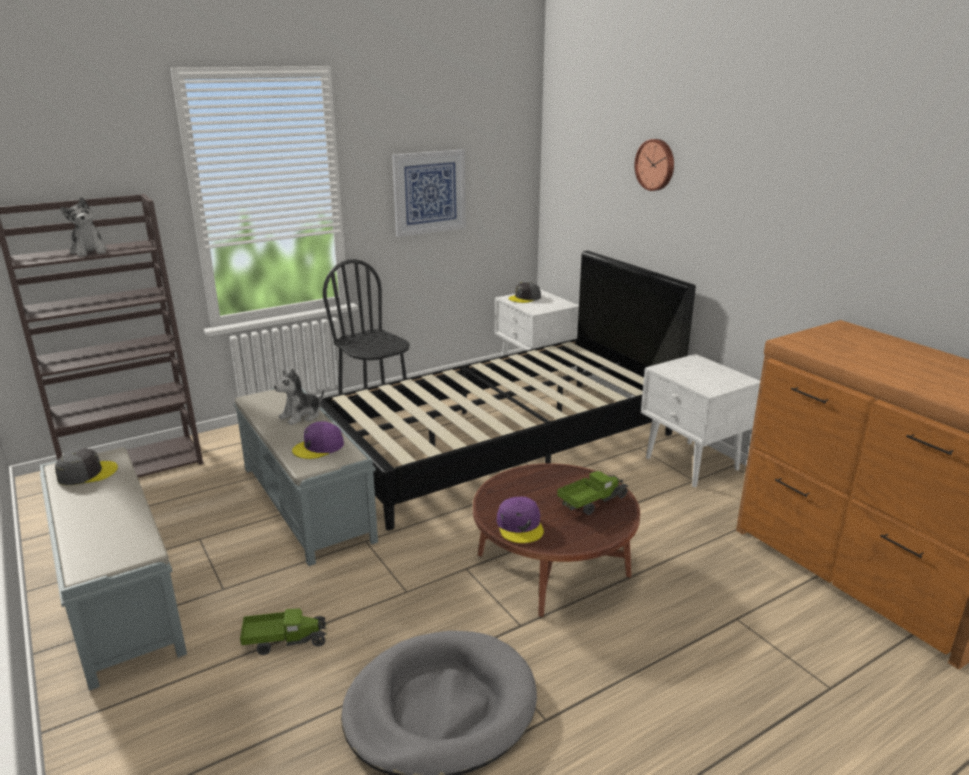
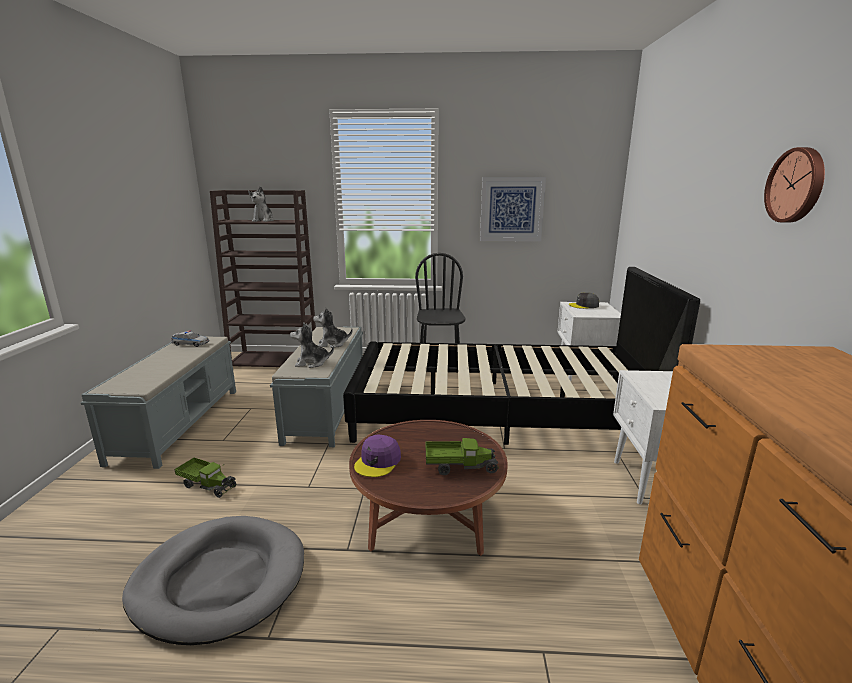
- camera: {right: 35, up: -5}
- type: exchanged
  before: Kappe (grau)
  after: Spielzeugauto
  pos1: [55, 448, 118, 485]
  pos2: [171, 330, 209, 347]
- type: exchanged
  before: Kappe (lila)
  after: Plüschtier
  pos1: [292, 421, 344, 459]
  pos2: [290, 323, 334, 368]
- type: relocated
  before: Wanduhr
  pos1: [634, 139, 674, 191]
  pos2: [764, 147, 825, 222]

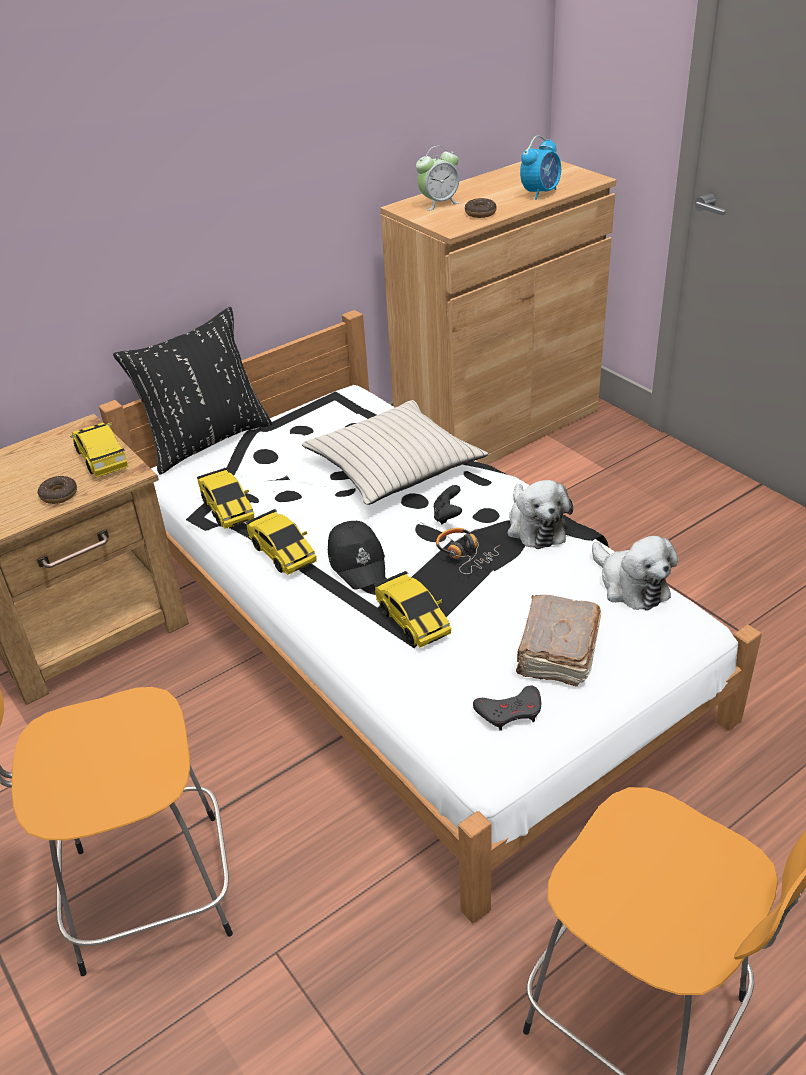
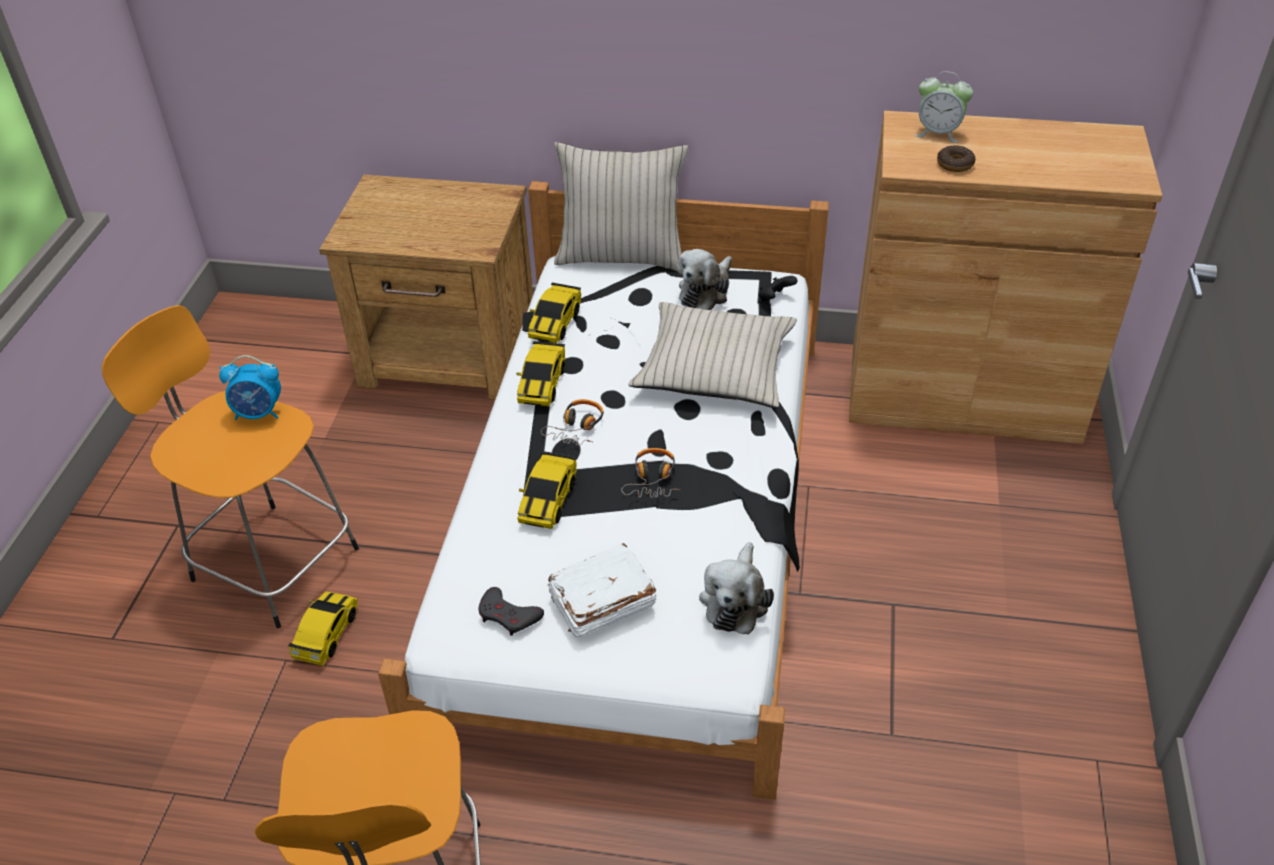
- camera: {right: 45, up: 5}
- type: missing
  before: Donut
  pos1: [38, 476, 77, 504]
- type: relocated
  before: Spielzeugauto
  pos1: [70, 422, 128, 478]
  pos2: [288, 591, 358, 666]
- type: colour
  before: Kissen (schwarz)
  after: Kissen (beige)
  pos1: [113, 307, 272, 475]
  pos2: [554, 142, 688, 271]
- type: exchanged
  before: Kappe (schwarz)
  after: Kopfhörer
  pos1: [328, 521, 385, 590]
  pos2: [541, 399, 604, 445]
- type: relocated
  before: Gamepad (schwarz)
  pos1: [434, 485, 462, 524]
  pos2: [758, 276, 798, 301]
- type: relocated
  before: Plüschtier
  pos1: [508, 480, 573, 549]
  pos2: [677, 249, 732, 310]
- type: colour
  before: Buch (braun)
  after: Buch (weiß)
  pos1: [516, 595, 601, 687]
  pos2: [547, 543, 656, 638]
- type: relocated
  before: Wecker
  pos1: [520, 135, 561, 200]
  pos2: [219, 355, 281, 420]

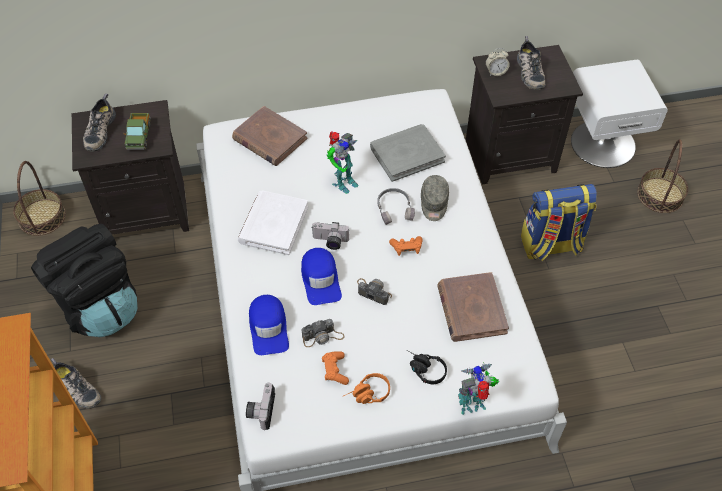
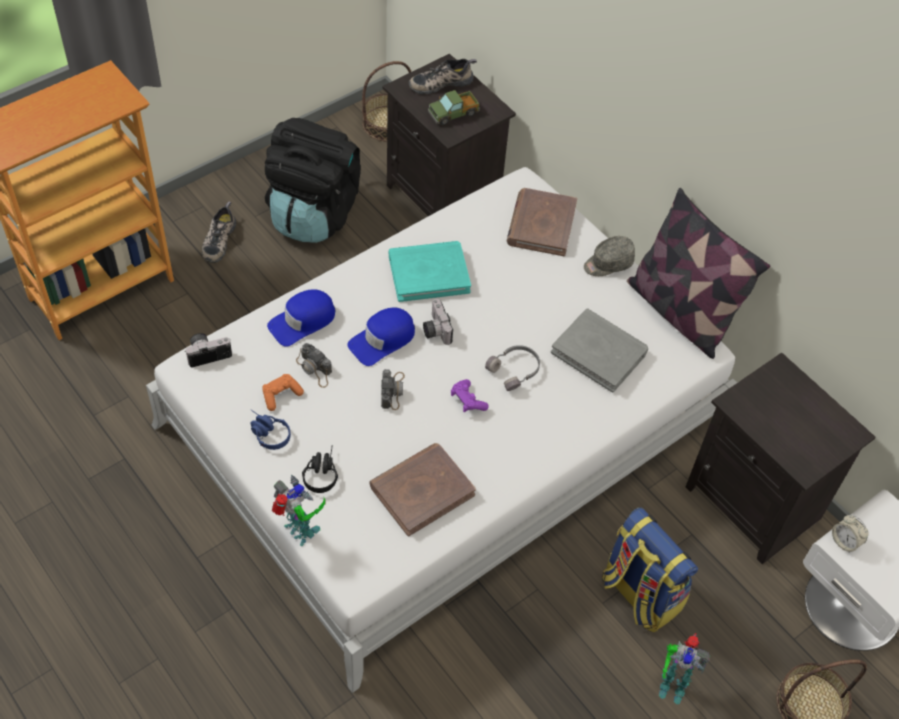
- camera: {right: 60, up: 0}
- type: colour
  before: Buch (weiß)
  after: Buch (türkis)
  pos1: [237, 190, 308, 255]
  pos2: [389, 241, 471, 302]
- type: relocated
  before: Spielzeugroboter
  pos1: [326, 131, 358, 194]
  pos2: [659, 633, 710, 704]
- type: colour
  before: Kopfhörer (orange)
  after: Kopfhörer (blau)
  pos1: [343, 373, 390, 404]
  pos2: [250, 410, 291, 450]
- type: colour
  before: Gamepad (orange)
  after: Gamepad (lila)
  pos1: [389, 236, 423, 256]
  pos2: [451, 379, 489, 412]
- type: relocated
  before: Kappe (grau)
  pos1: [421, 175, 449, 221]
  pos2: [584, 236, 635, 276]
- type: relocated
  before: Wecker
  pos1: [486, 48, 510, 76]
  pos2: [832, 515, 869, 553]
- type: missing
  before: Schuh
  pos1: [517, 36, 545, 90]
- type: appeared
  after: Kissen
  pos2: [627, 188, 770, 359]

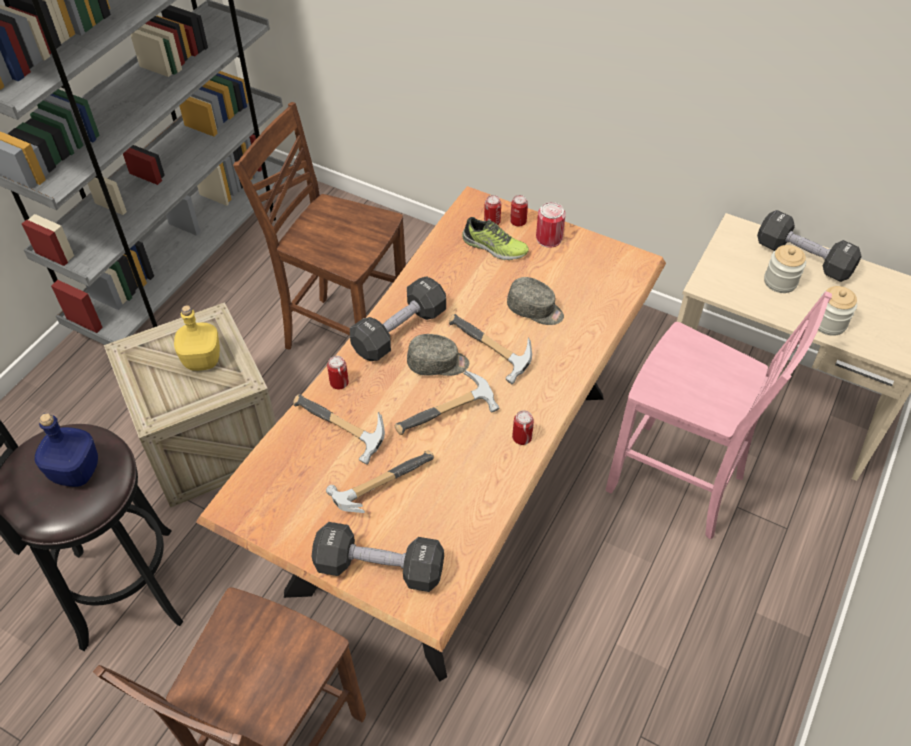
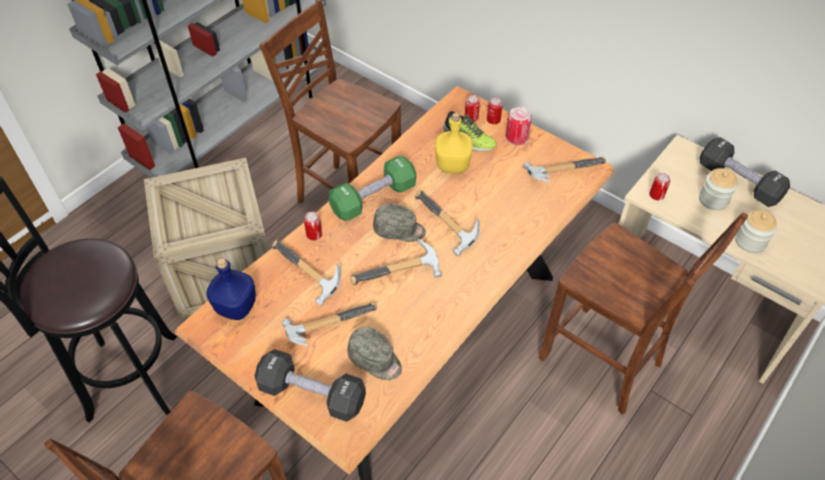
- camera: {right: 10, up: 0}
- type: relocated
  before: Flasche (blau)
  pos1: [35, 413, 98, 487]
  pos2: [206, 258, 256, 320]
- type: relocated
  before: Flasche (gelb)
  pos1: [174, 305, 220, 371]
  pos2: [435, 113, 473, 174]
- type: colour
  before: Hantel (schwarz)
  after: Hantel (grün)
  pos1: [350, 276, 446, 361]
  pos2: [329, 156, 416, 221]
- type: relocated
  before: Kappe (grau)
  pos1: [507, 277, 564, 325]
  pos2: [348, 327, 402, 380]
- type: relocated
  before: Dose
  pos1: [512, 410, 534, 445]
  pos2: [649, 173, 670, 200]
- type: colour
  before: Stuhl (rosa)
  after: Stuhl (braun)
  pos1: [606, 291, 832, 539]
  pos2: [539, 212, 748, 414]
- type: appeared
  after: Hammer
  pos2: [524, 157, 606, 182]

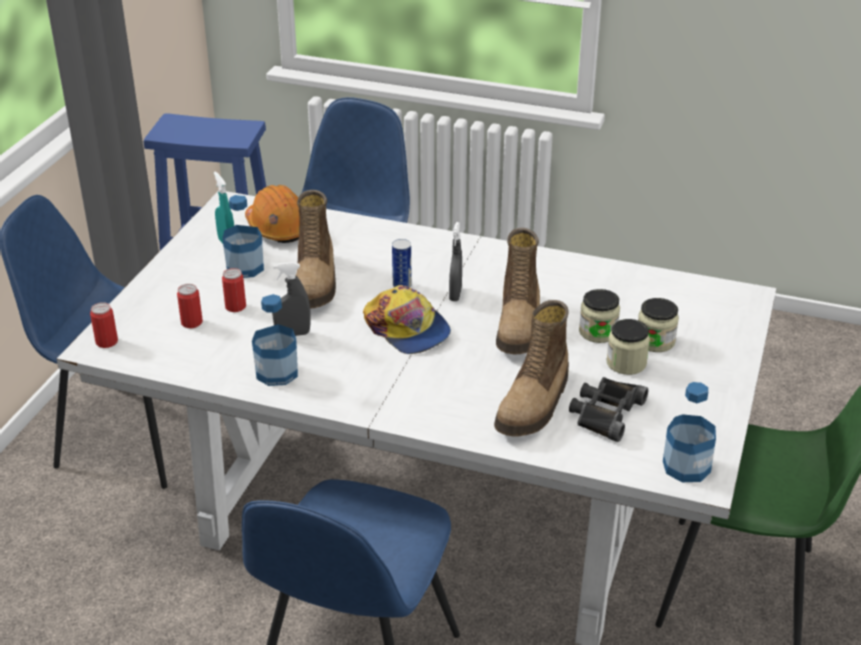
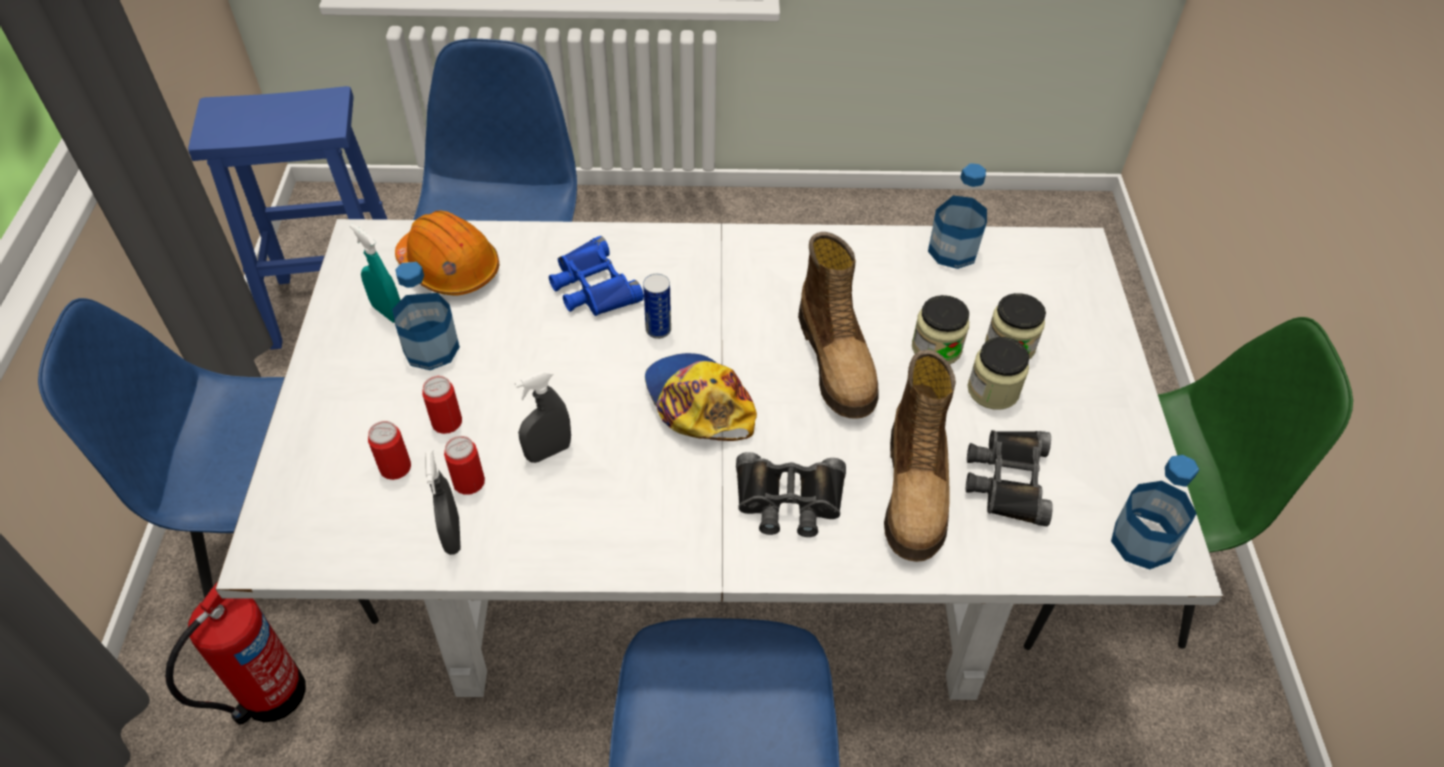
- camera: {right: -20, up: 15}
- type: relocated
  before: Dose
  pos1: [90, 302, 118, 348]
  pos2: [444, 436, 485, 495]
- type: relocated
  before: Flasche
  pos1: [252, 294, 298, 386]
  pos2: [928, 163, 987, 269]
- type: missing
  before: Stiefel
  pos1: [296, 190, 336, 309]
- type: spun
  before: Kappe
  pos1: [363, 285, 451, 354]
  pos2: [645, 353, 757, 441]
  turn: -150
- type: relocated
  before: Sprühflasche (grau)
  pos1: [449, 222, 462, 301]
  pos2: [425, 450, 461, 555]
- type: appeared
  after: Feuerlöscher
  pos2: [165, 581, 306, 724]
- type: appeared
  after: Fernglas (blau)
  pos2: [549, 236, 644, 316]
- type: appeared
  after: Fernglas (schwarz)
  pos2: [736, 452, 846, 537]

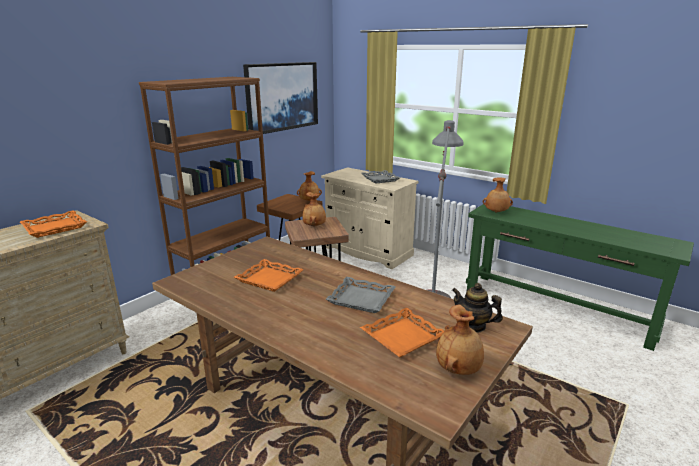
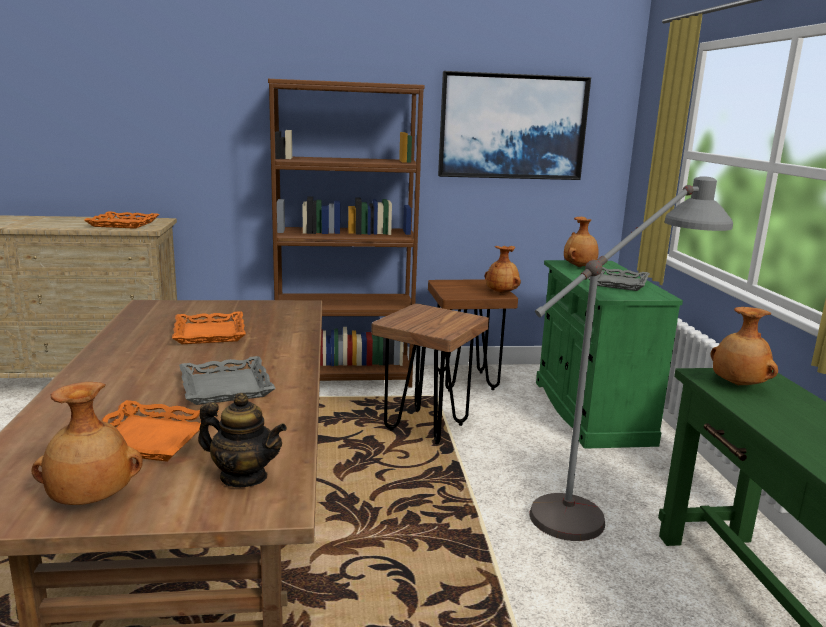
- camera: {right: 45, up: -5}
- type: relocated
  before: Vase (braun)
  pos1: [302, 192, 326, 226]
  pos2: [564, 217, 599, 267]
- type: colour
  before: Schrank (beige)
  after: Schrank (grün)
  pos1: [321, 167, 419, 269]
  pos2: [536, 260, 683, 448]
- type: spun
  before: Teekanne
  pos1: [452, 283, 503, 333]
  pos2: [198, 393, 287, 487]
  turn: 120

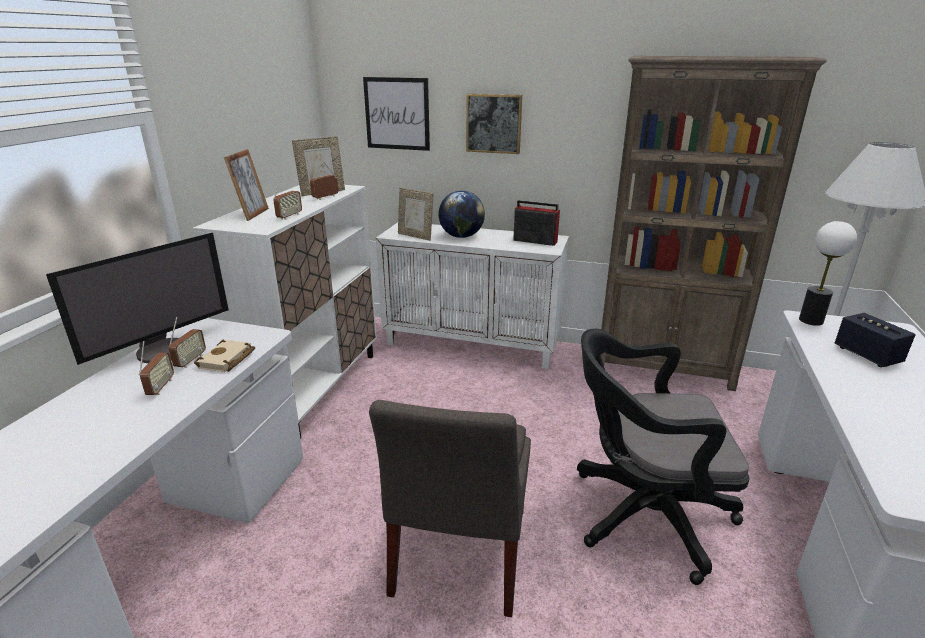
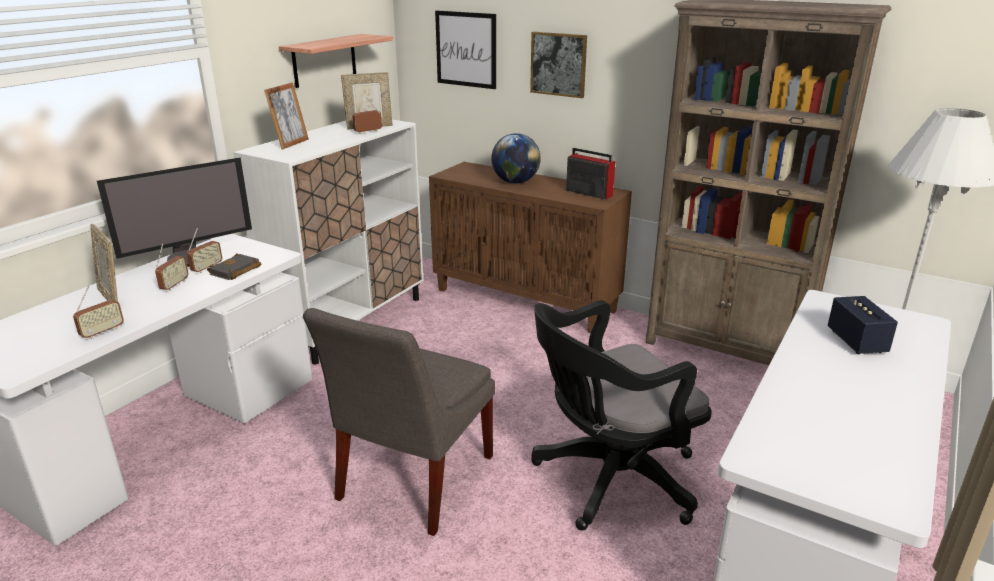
- camera: {right: 15, up: 0}
- type: colour
  before: Buch (beige)
  after: Buch (schwarz)
  pos1: [194, 340, 255, 372]
  pos2: [207, 254, 261, 280]
- type: relocated
  before: Radio
  pos1: [273, 176, 302, 220]
  pos2: [73, 285, 124, 339]
- type: colour
  before: Schrank (weiß)
  after: Schrank (braun)
  pos1: [376, 222, 569, 369]
  pos2: [429, 162, 632, 333]
- type: relocated
  before: Bilderrahmen
  pos1: [398, 188, 433, 241]
  pos2: [90, 224, 118, 302]
- type: spun
  before: Bürostuhl (schwarz)
  pos1: [577, 329, 749, 585]
  pos2: [531, 300, 712, 530]
  turn: -45
- type: missing
  before: Tischlampe
  pos1: [799, 221, 857, 326]
- type: appeared
  after: Wandregal
  pos2: [279, 34, 393, 88]

